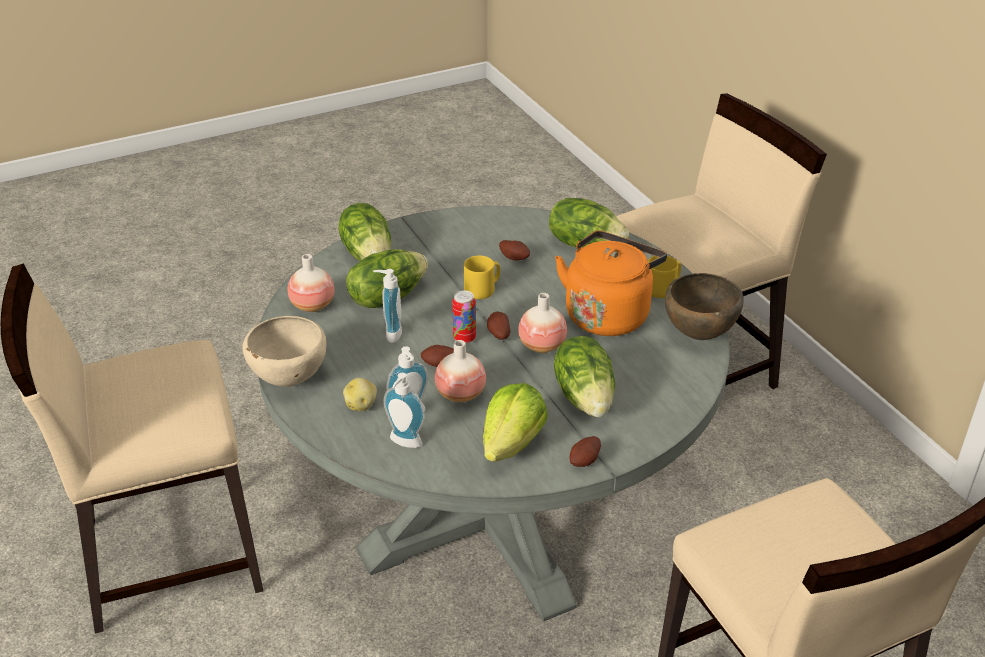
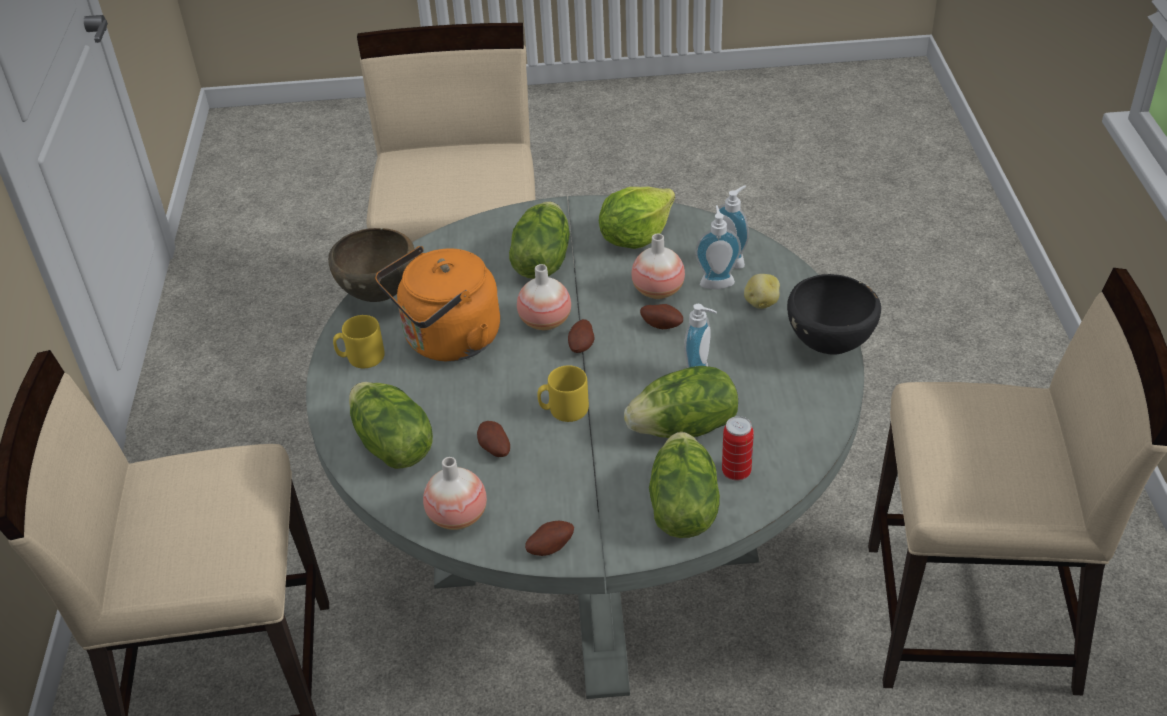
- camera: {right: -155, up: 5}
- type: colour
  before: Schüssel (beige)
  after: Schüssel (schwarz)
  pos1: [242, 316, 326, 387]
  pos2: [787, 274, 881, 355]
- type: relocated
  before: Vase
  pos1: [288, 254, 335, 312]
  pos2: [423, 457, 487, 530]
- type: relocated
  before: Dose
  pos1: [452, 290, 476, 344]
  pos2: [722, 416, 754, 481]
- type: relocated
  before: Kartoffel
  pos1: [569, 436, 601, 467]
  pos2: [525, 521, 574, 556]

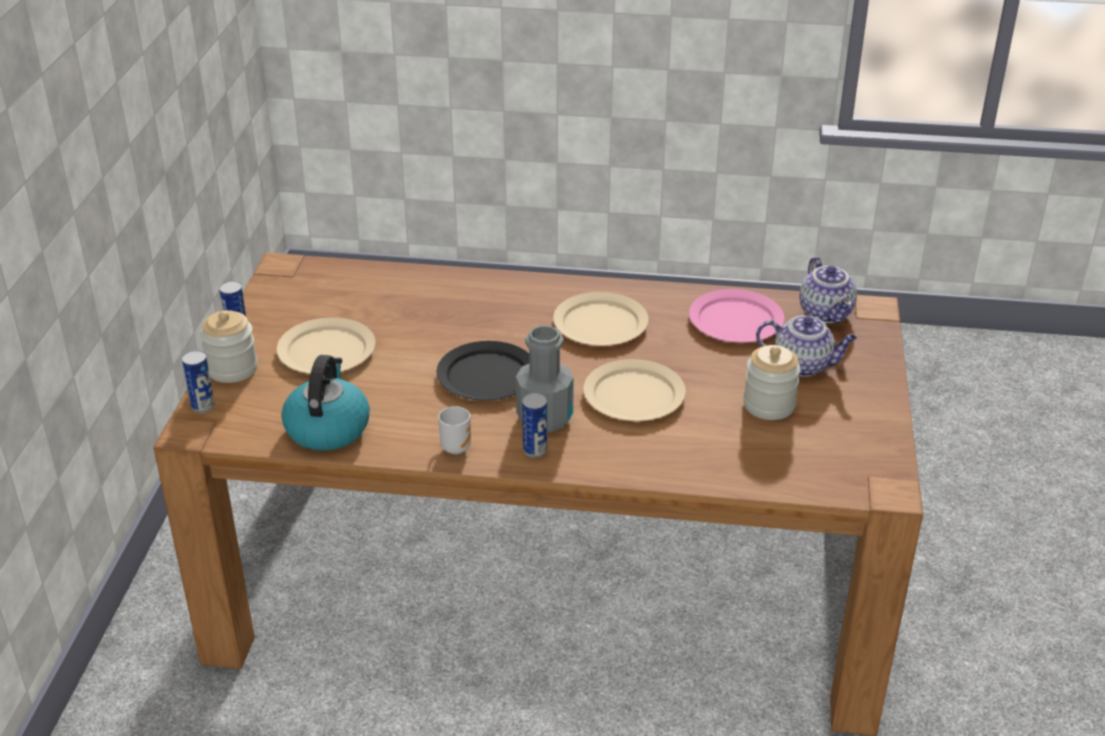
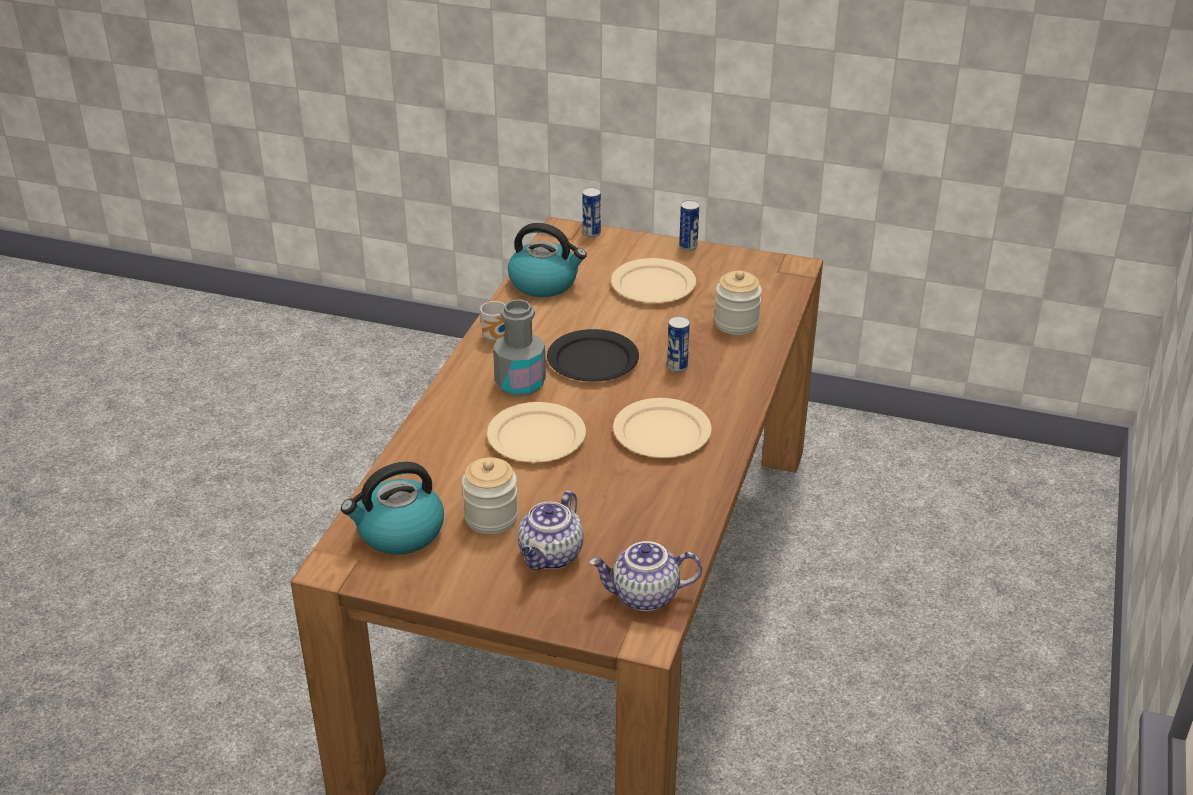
- camera: {right: 100, up: 0}
- type: relocated
  before: Vorratsglas
  pos1: [200, 310, 258, 383]
  pos2: [714, 271, 762, 335]
- type: relocated
  before: Dose
  pos1: [522, 393, 547, 458]
  pos2: [667, 316, 690, 373]
- type: missing
  before: Teller (rosa)
  pos1: [689, 289, 785, 342]
- type: appeared
  after: Wasserkessel
  pos2: [341, 462, 444, 555]

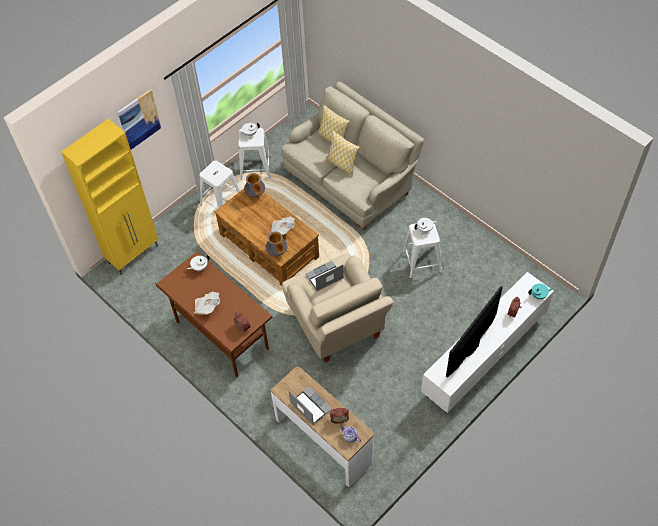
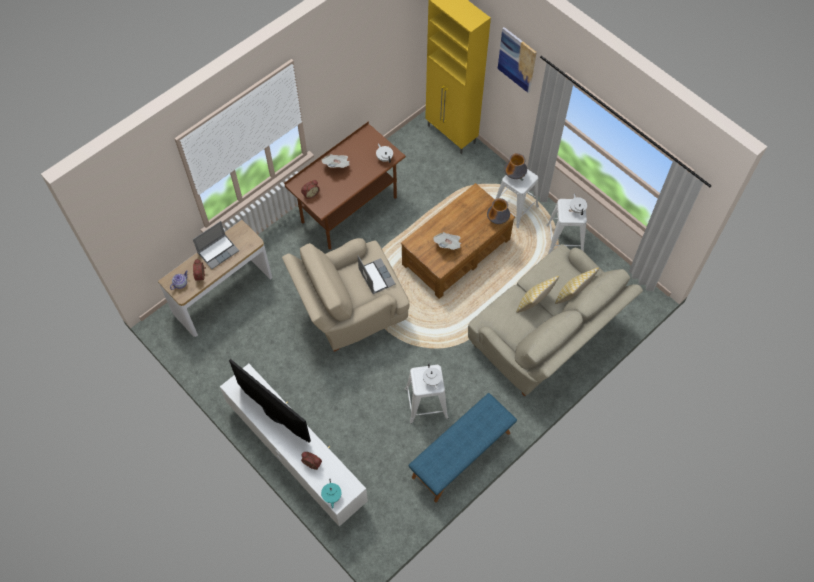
- camera: {right: 90, up: 5}
- type: relocated
  before: Vase
  pos1: [265, 231, 287, 256]
  pos2: [504, 153, 527, 179]
- type: appeared
  after: Bank (blau)
  pos2: [409, 393, 517, 502]

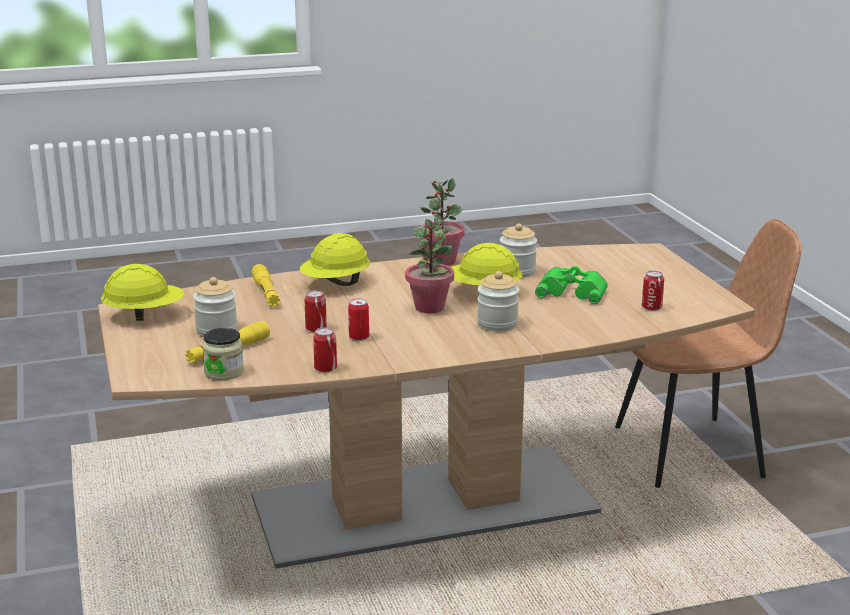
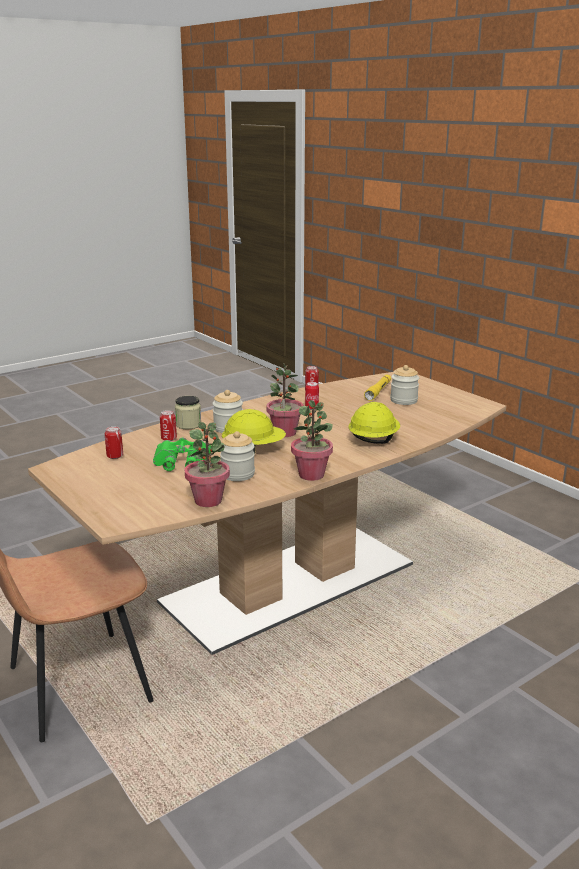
- camera: {right: 160, up: 0}
- type: missing
  before: Schutzhelm (gelb)
  pos1: [101, 264, 185, 321]
- type: relocated
  before: Vorratsglas
  pos1: [203, 328, 244, 380]
  pos2: [175, 396, 201, 429]
- type: missing
  before: Taschenlampe (gelb)
  pos1: [251, 264, 280, 307]
- type: relocated
  before: Dose
  pos1: [305, 290, 327, 332]
  pos2: [160, 410, 177, 441]
- type: appeared
  after: Topfpflanze
  pos2: [184, 422, 230, 507]

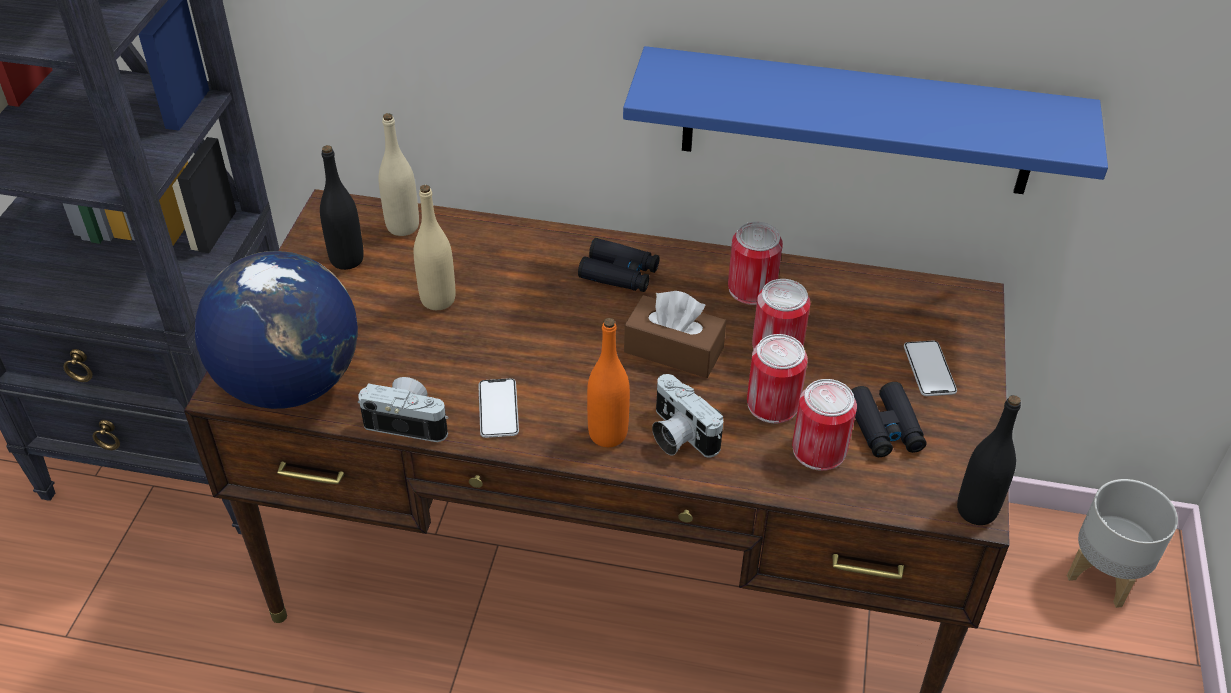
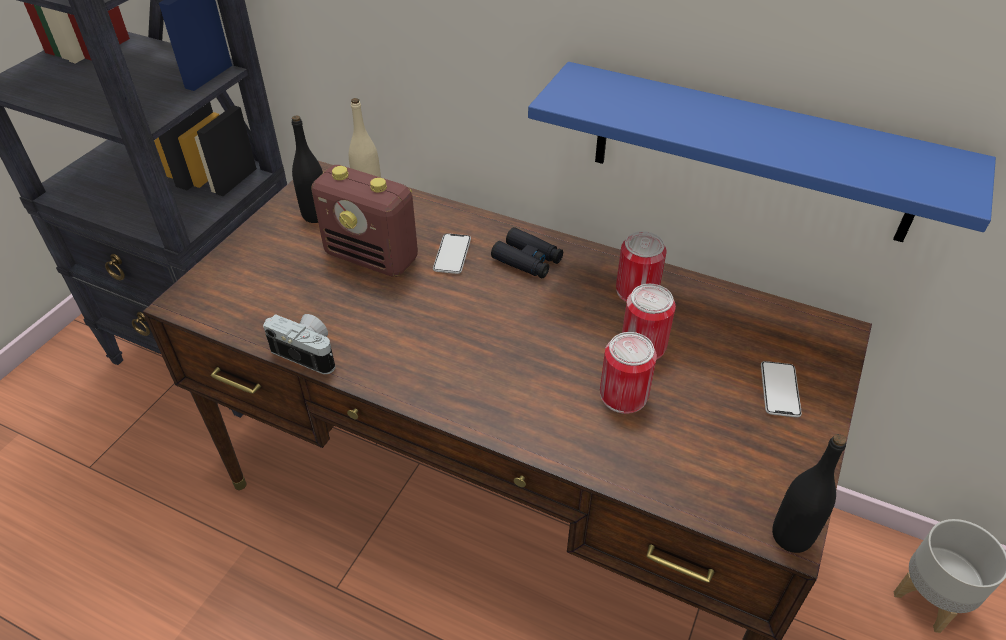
- camera: {right: 15, up: 0}
- type: missing
  before: Globus
  pos1: [195, 251, 358, 409]
- type: exchanged
  before: Flasche (beige)
  after: Radio
  pos1: [414, 185, 455, 310]
  pos2: [311, 165, 418, 277]
- type: relocated
  before: Handy
  pos1: [478, 378, 519, 438]
  pos2: [433, 233, 471, 274]
- type: missing
  before: Flasche (orange)
  pos1: [587, 318, 630, 447]
- type: missing
  before: Taschentuchbox (braun)
  pos1: [624, 291, 726, 378]
- type: missing
  before: Kamera
  pos1: [652, 374, 723, 458]
- type: missing
  before: Dose
  pos1: [792, 379, 857, 471]
- type: missing
  before: Fernglas (schwarz)
  pos1: [851, 382, 926, 457]

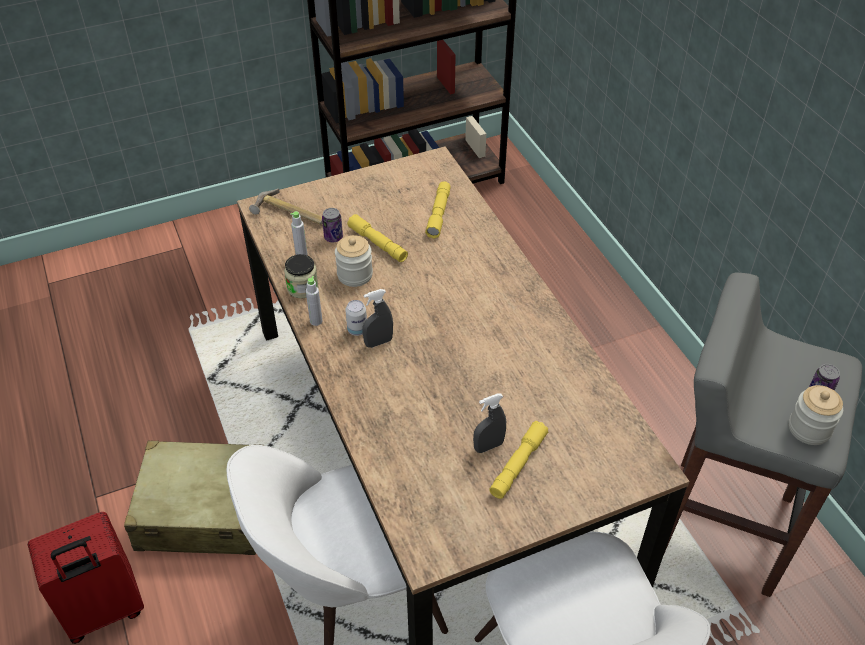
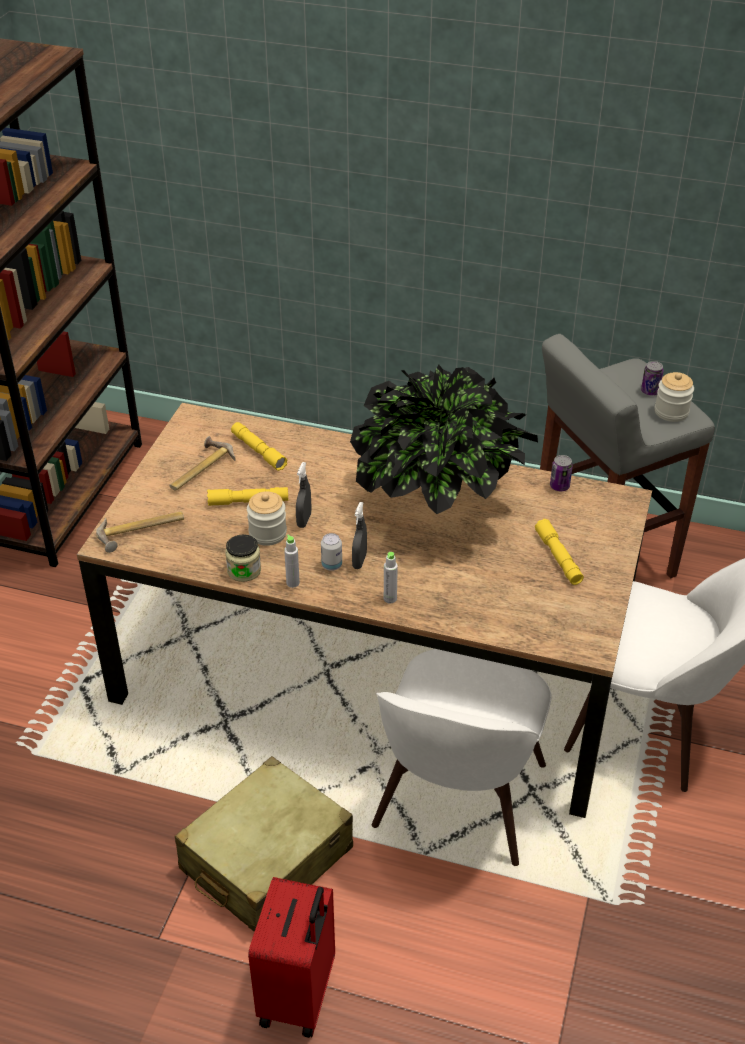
- camera: {right: -50, up: -5}
- type: relocated
  before: Flasche (grau)
  pos1: [290, 211, 307, 255]
  pos2: [384, 552, 398, 603]
- type: relocated
  before: Dose
  pos1: [322, 208, 343, 242]
  pos2: [550, 455, 573, 491]
- type: relocated
  before: Sprühflasche (grau)
  pos1: [473, 394, 506, 453]
  pos2: [296, 462, 311, 528]
- type: appeared
  after: Hammer
  pos2: [169, 436, 235, 490]
- type: appeared
  after: Topfpflanze
  pos2: [350, 364, 538, 514]

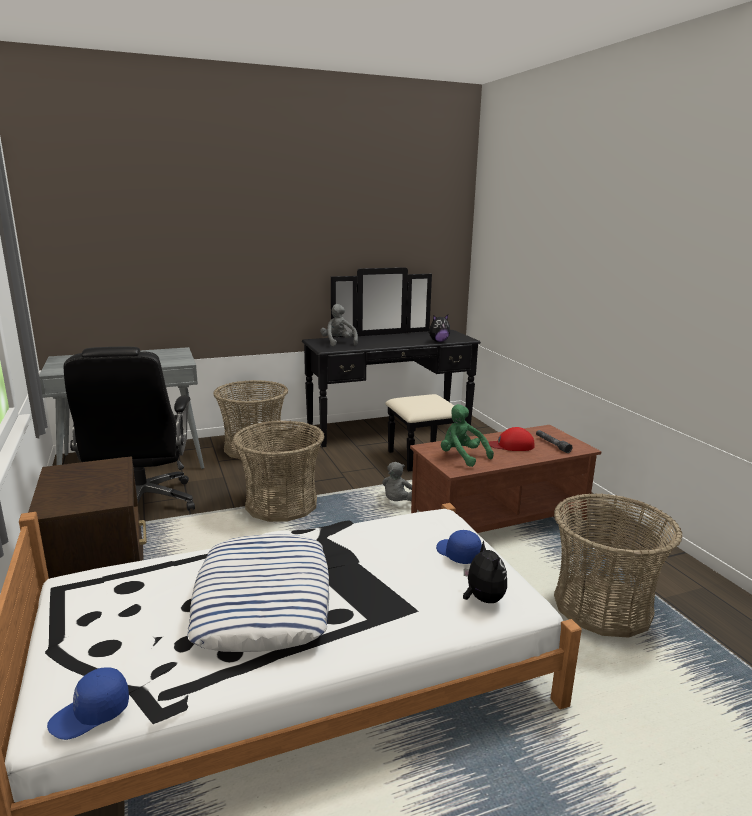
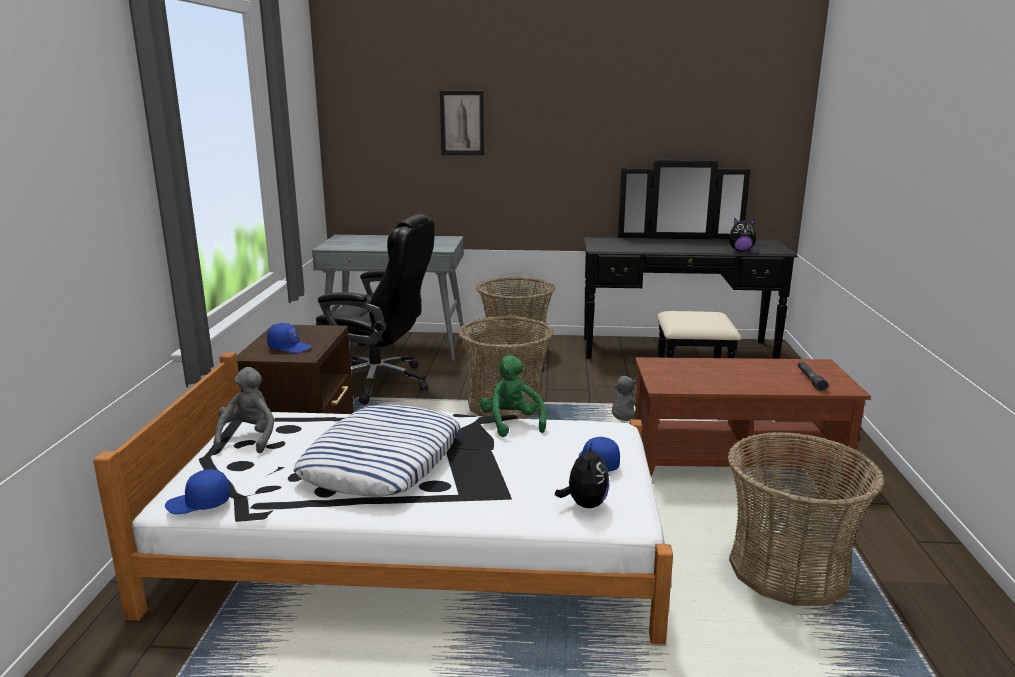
- camera: {right: 25, up: 0}
- type: spun
  before: Bürostuhl (schwarz)
  pos1: [64, 347, 195, 511]
  pos2: [316, 214, 435, 405]
  turn: -90
- type: relocated
  before: Plüschtier (grau)
  pos1: [320, 304, 358, 347]
  pos2: [213, 367, 275, 453]
- type: relocated
  before: Plüschtier (grün)
  pos1: [441, 404, 494, 467]
  pos2: [479, 355, 546, 437]
- type: missing
  before: Kappe (rot)
  pos1: [489, 427, 534, 451]
- type: appeared
  after: Kappe (blau)
  pos2: [267, 323, 312, 353]
- type: appeared
  after: Bild
  pos2: [440, 91, 484, 155]

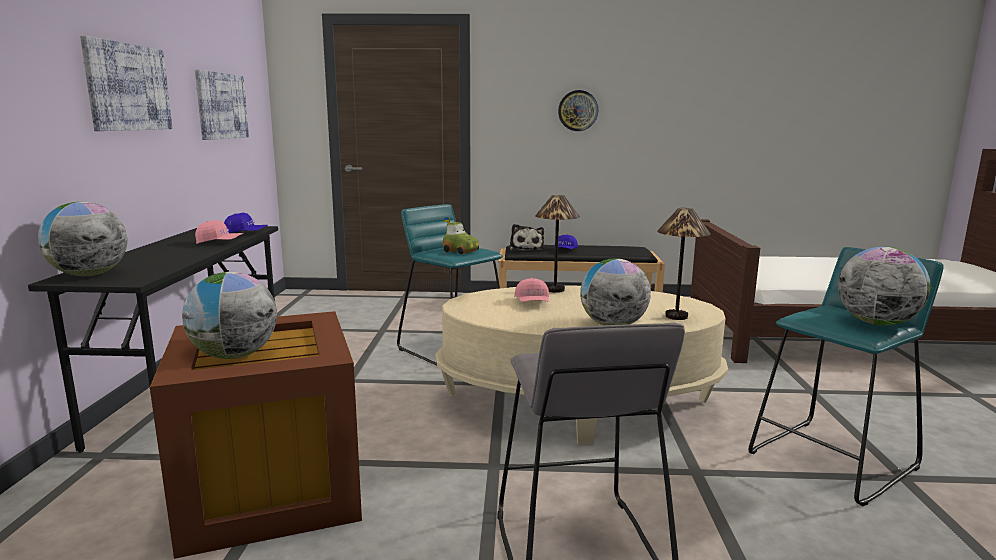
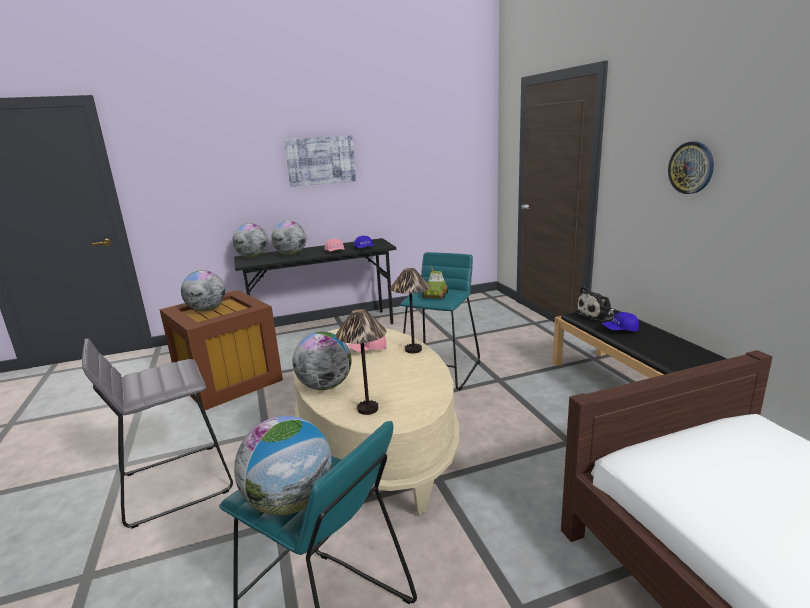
- camera: {right: 70, up: 5}
- type: missing
  before: Bild
  pos1: [195, 70, 249, 140]
- type: appeared
  after: Globus
  pos2: [271, 221, 306, 255]

